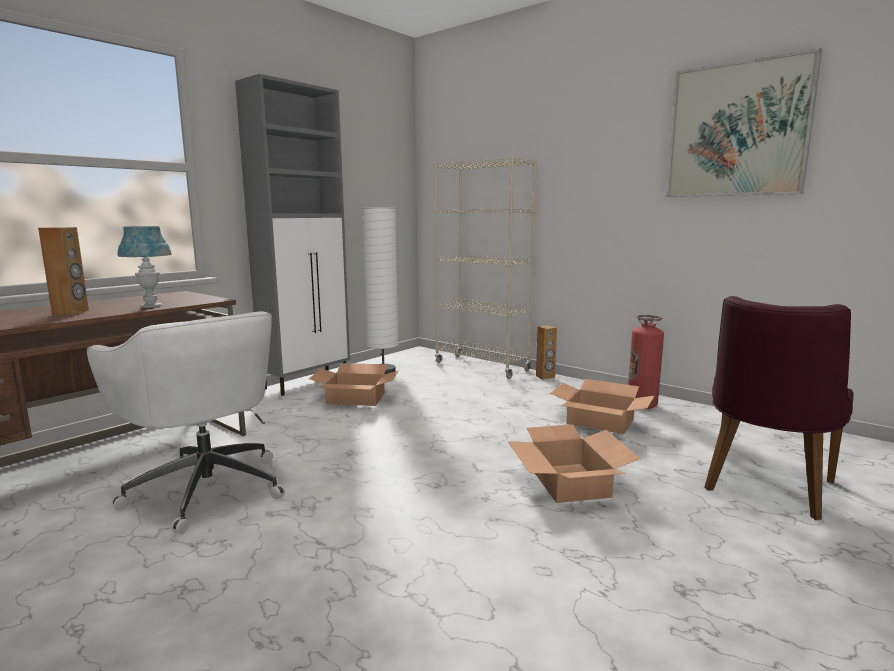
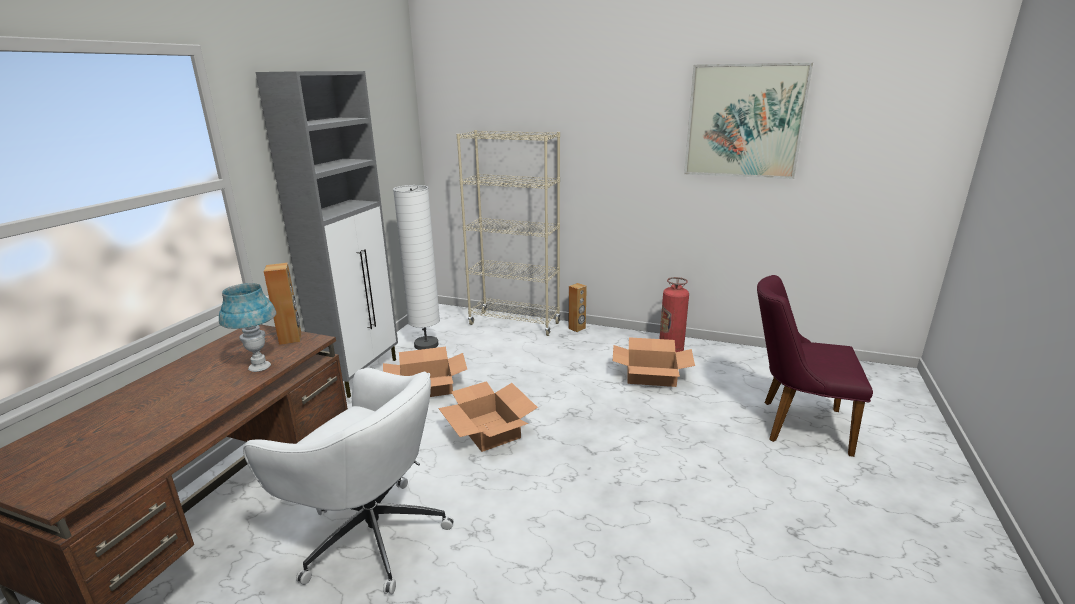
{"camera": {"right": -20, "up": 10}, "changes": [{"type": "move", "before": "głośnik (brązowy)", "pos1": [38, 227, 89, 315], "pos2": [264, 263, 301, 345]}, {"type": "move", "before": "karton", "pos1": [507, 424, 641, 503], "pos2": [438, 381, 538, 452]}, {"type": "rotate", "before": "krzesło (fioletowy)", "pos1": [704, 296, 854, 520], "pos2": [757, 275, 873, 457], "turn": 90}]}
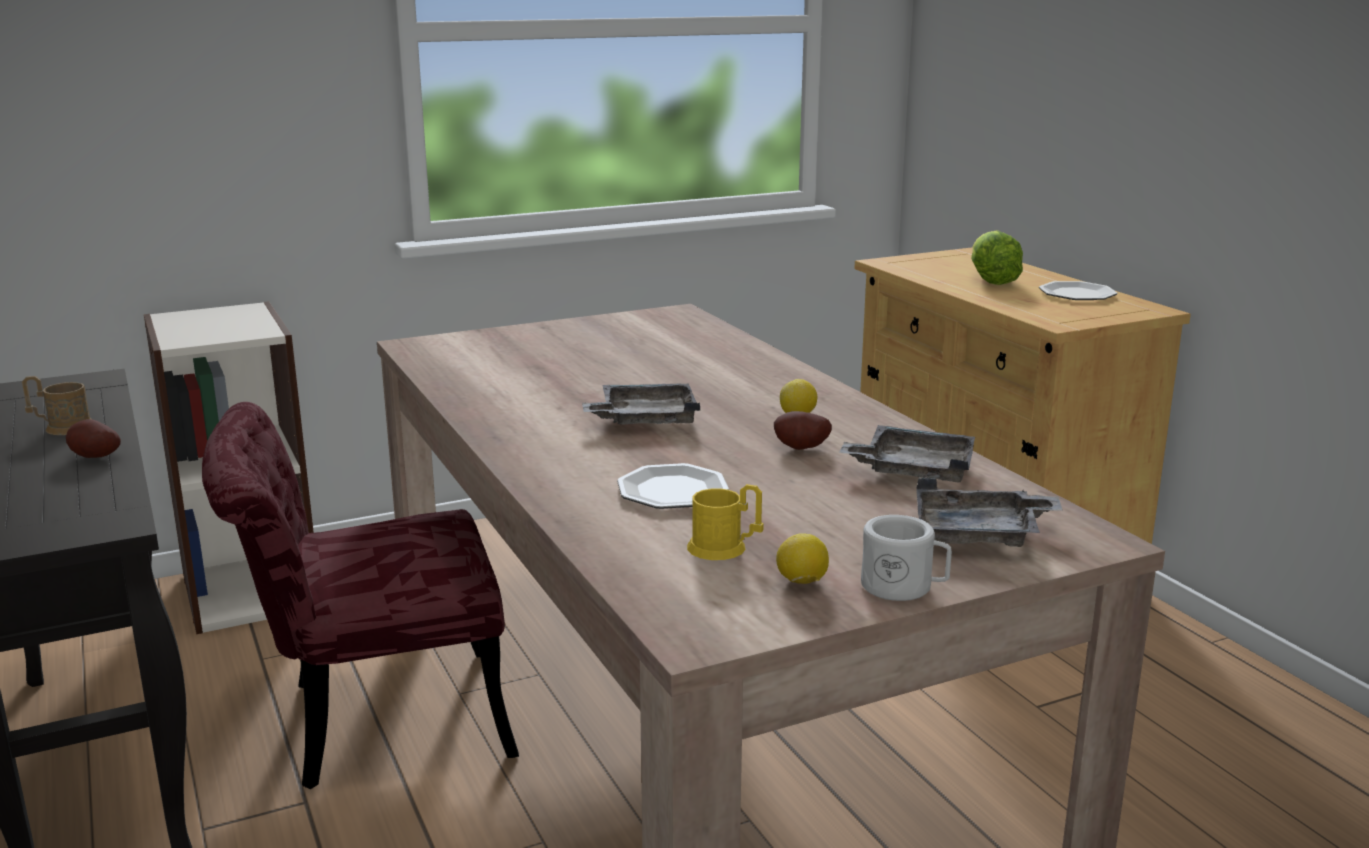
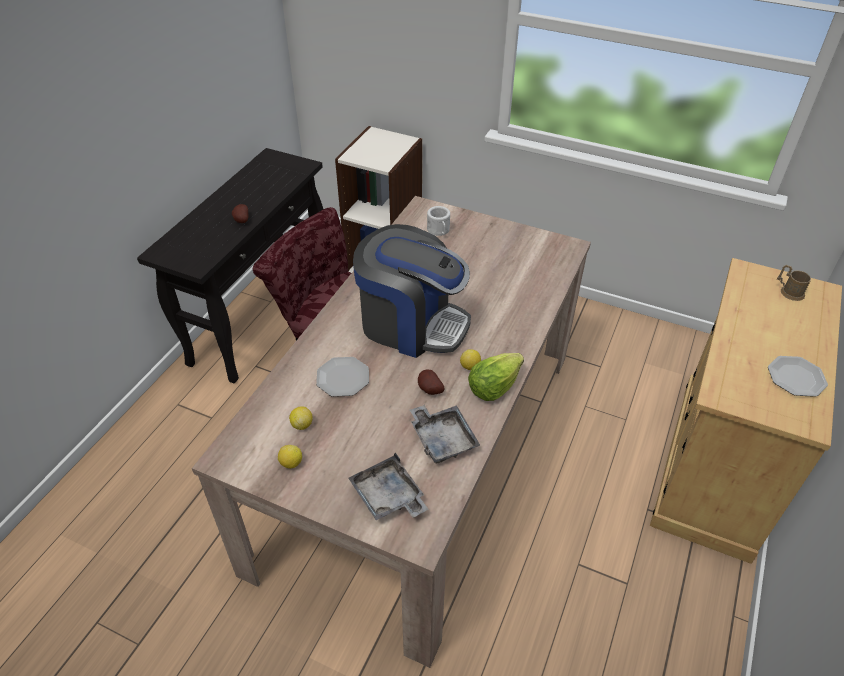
{"camera": {"right": 50, "up": 25}, "changes": [{"type": "move", "before": "kubek (brązowy)", "pos1": [22, 376, 91, 435], "pos2": [777, 265, 811, 301]}, {"type": "replace", "before": "taca (szary)", "after": "ekspres do kawy", "pos1": [582, 383, 700, 424], "pos2": [353, 224, 471, 358]}, {"type": "replace", "before": "kubek (żółty)", "after": "cytryna", "pos1": [687, 484, 764, 560], "pos2": [289, 406, 313, 430]}, {"type": "move", "before": "kubek (biały)", "pos1": [861, 515, 952, 601], "pos2": [427, 206, 450, 236]}, {"type": "move", "before": "sałata", "pos1": [971, 230, 1023, 285], "pos2": [468, 353, 524, 401]}]}
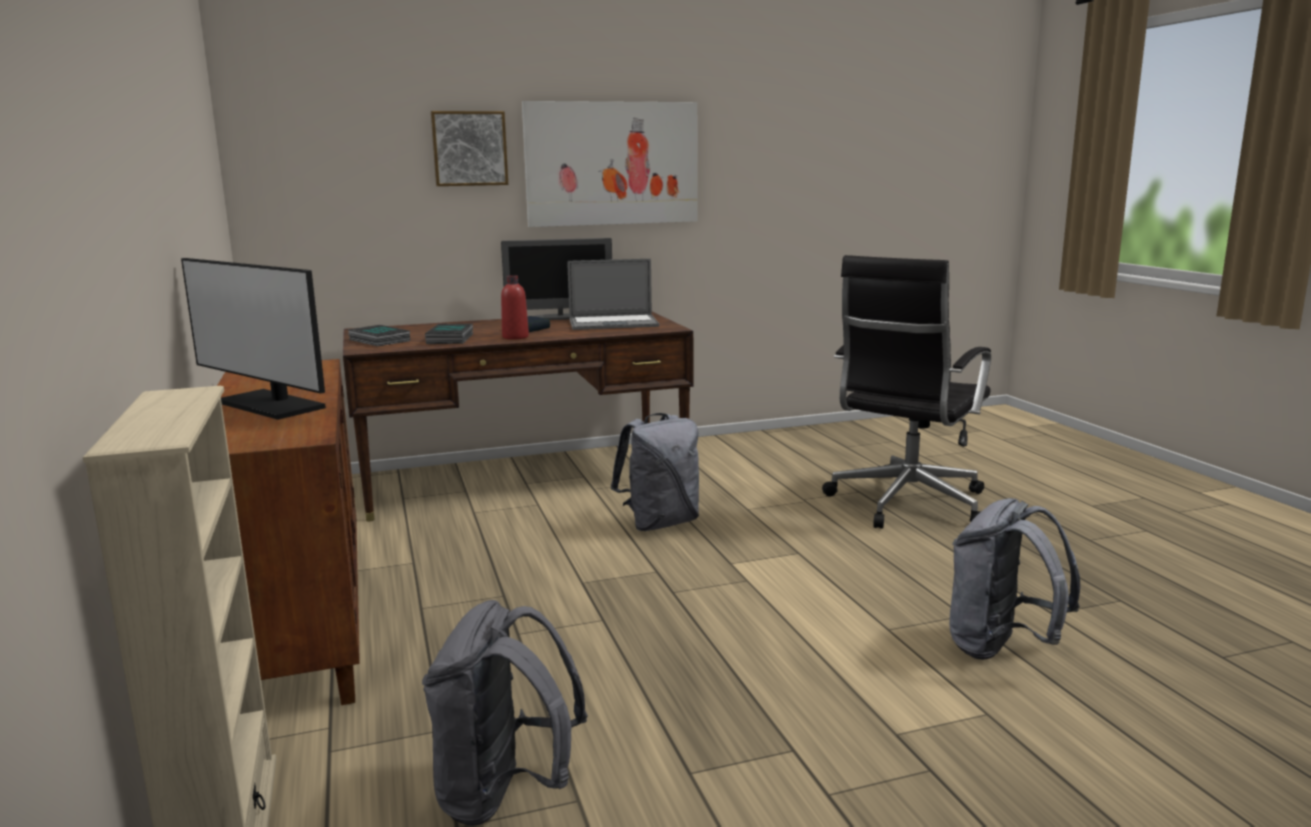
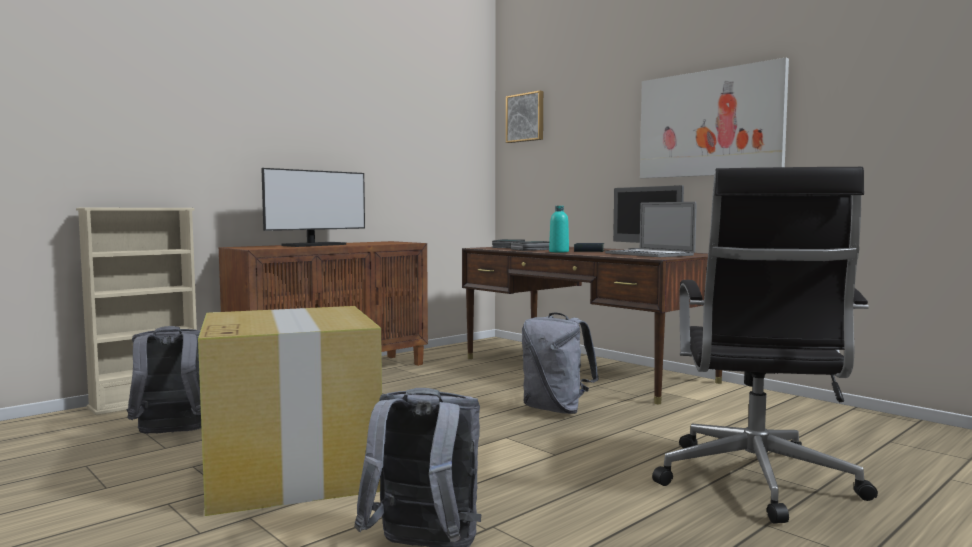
{"camera": {"right": 65, "up": -10}, "changes": [{"type": "rotate", "before": "monitor", "pos1": [181, 258, 326, 420], "pos2": [261, 168, 365, 247], "turn": -150}, {"type": "move", "before": "obraz", "pos1": [431, 111, 508, 186], "pos2": [506, 90, 543, 143]}, {"type": "recolor", "before": "butelka (czerwony)", "after": "butelka (turkusowy)", "pos1": [501, 275, 529, 340], "pos2": [549, 206, 569, 253]}, {"type": "rotate", "before": "krzesło biurowe (czarny)", "pos1": [822, 255, 991, 529], "pos2": [652, 167, 878, 524], "turn": -90}, {"type": "insert", "after": "karton", "pos2": [198, 306, 382, 516]}]}
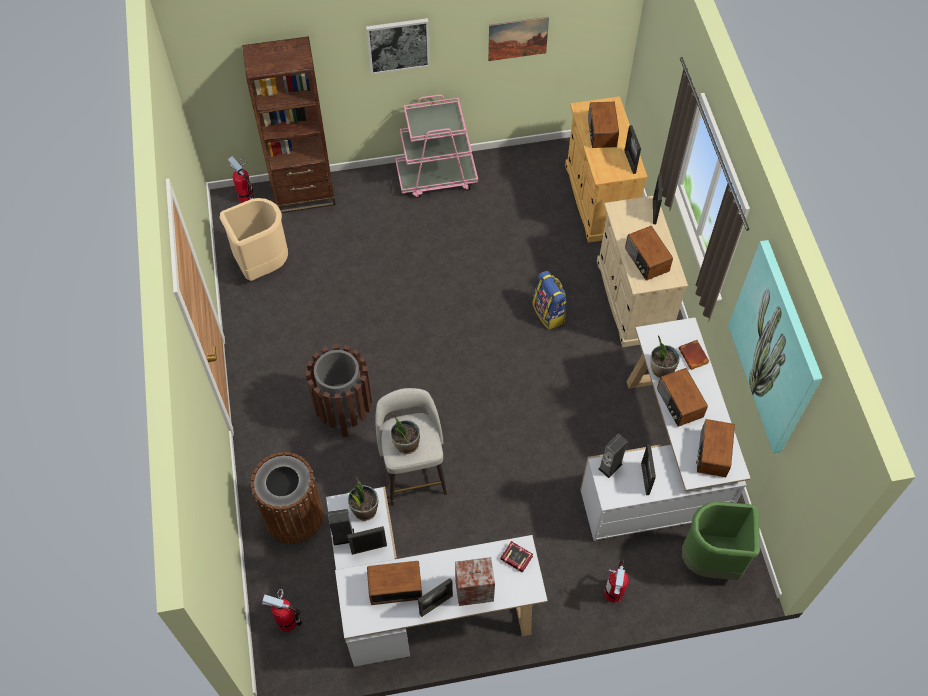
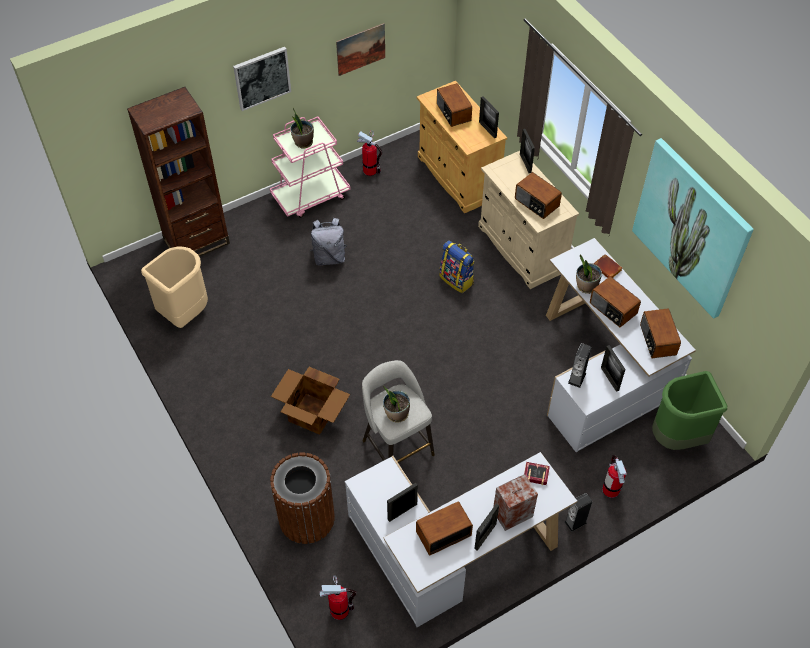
{"camera": {"right": -20, "up": -5}, "changes": [{"type": "move", "before": "gaśnica", "pos1": [228, 156, 254, 203], "pos2": [357, 130, 382, 176]}, {"type": "replace", "before": "kosz na śmieci (brązowy)", "after": "karton", "pos1": [306, 344, 372, 437], "pos2": [271, 367, 350, 435]}, {"type": "move", "before": "głośnik", "pos1": [328, 509, 354, 546], "pos2": [564, 493, 592, 532]}, {"type": "move", "before": "roślina doniczkowa", "pos1": [347, 476, 378, 521], "pos2": [290, 108, 314, 149]}, {"type": "insert", "after": "plecak (szary)", "pos2": [310, 218, 347, 266]}]}
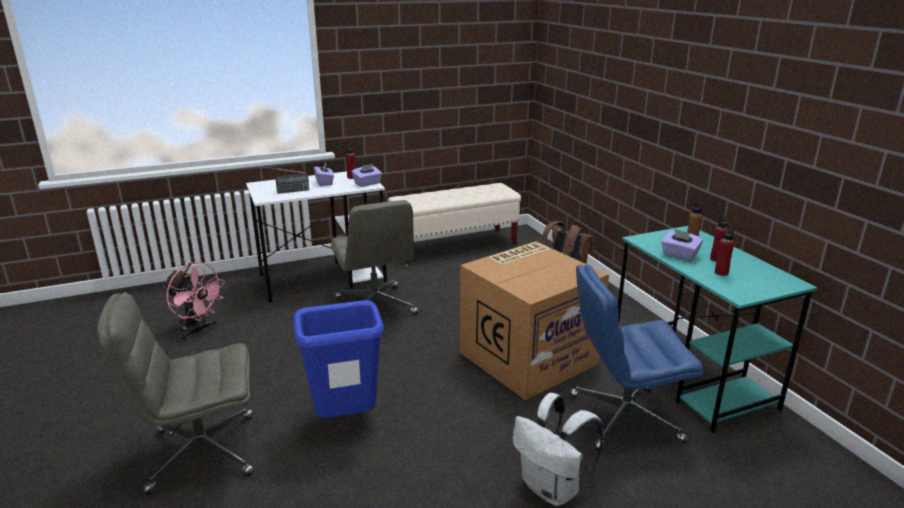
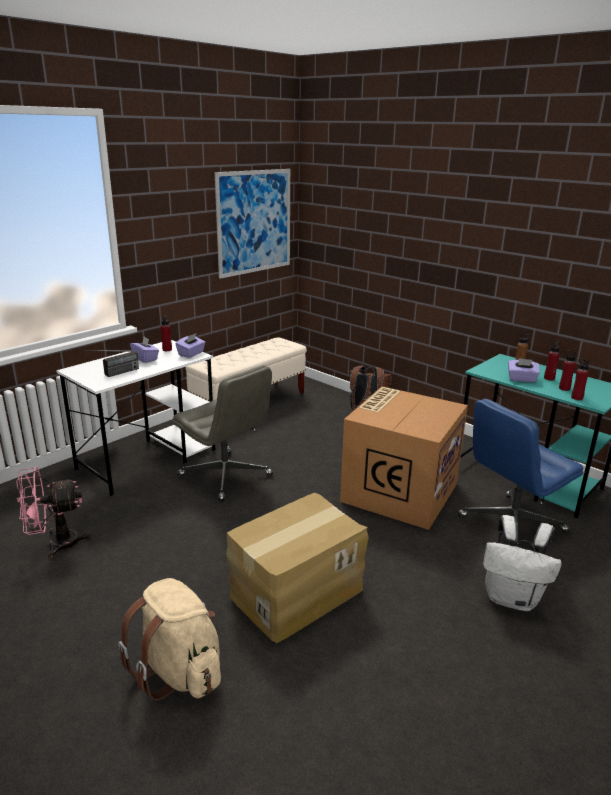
{"camera": {"right": -25, "up": 0}, "changes": [{"type": "replace", "before": "krzesło biurowe (szary)", "after": "plecak (beżowy)", "pos1": [97, 292, 254, 495], "pos2": [118, 578, 221, 701]}, {"type": "rotate", "before": "wentylator (różowy)", "pos1": [164, 262, 225, 341], "pos2": [16, 467, 91, 559], "turn": 150}, {"type": "replace", "before": "kosz na śmieci (niebieski)", "after": "karton", "pos1": [293, 300, 384, 418], "pos2": [226, 493, 369, 643]}, {"type": "insert", "after": "obraz", "pos2": [215, 169, 290, 279]}, {"type": "insert", "after": "butelka (czerwony)", "pos2": [571, 358, 589, 400]}]}
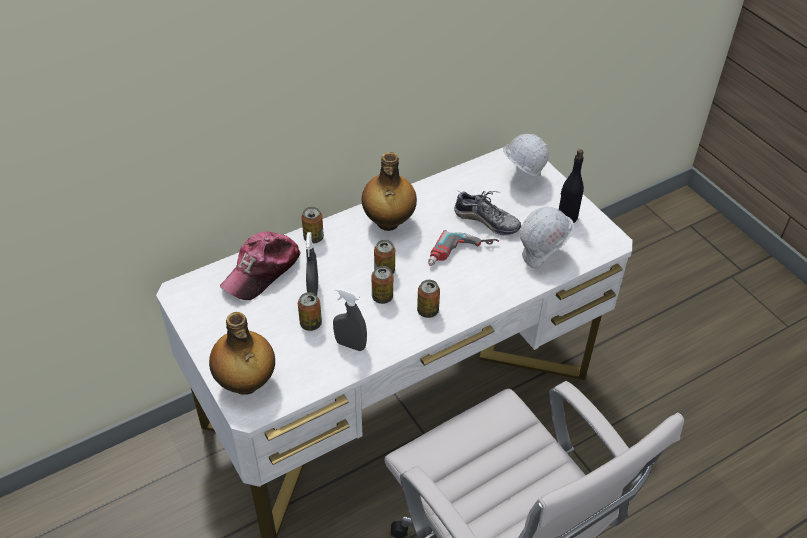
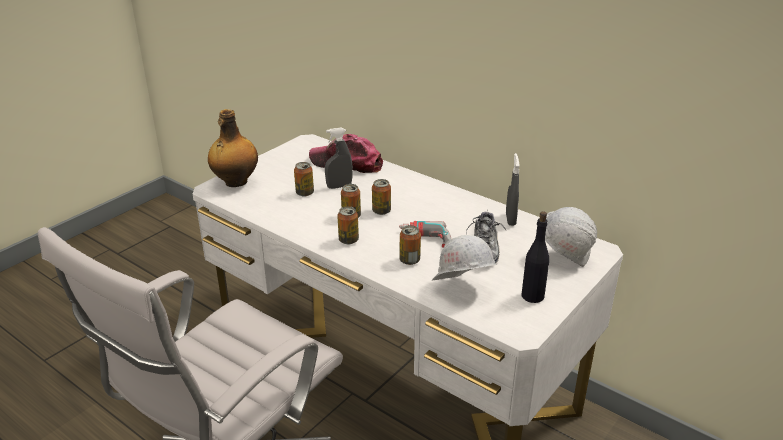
{"camera": {"right": 70, "up": -15}, "changes": [{"type": "move", "before": "puszka", "pos1": [302, 207, 324, 244], "pos2": [399, 225, 421, 265]}, {"type": "move", "before": "spryskiwacz (szary)", "pos1": [333, 287, 367, 351], "pos2": [506, 153, 520, 226]}, {"type": "delete", "before": "butelka", "pos1": [362, 152, 417, 231]}]}
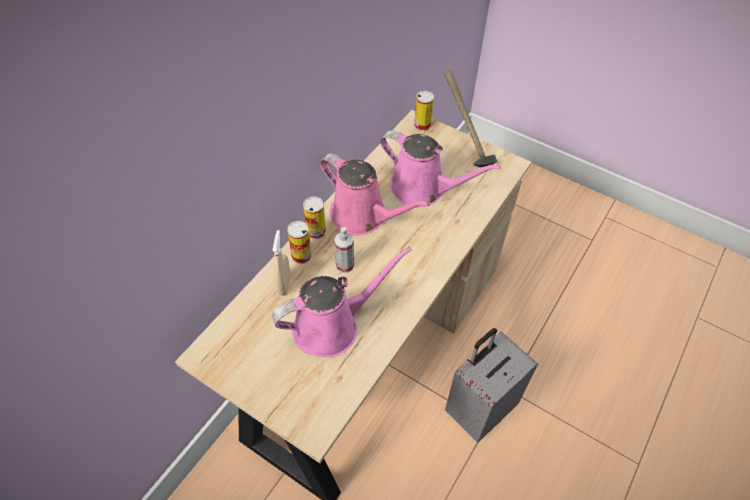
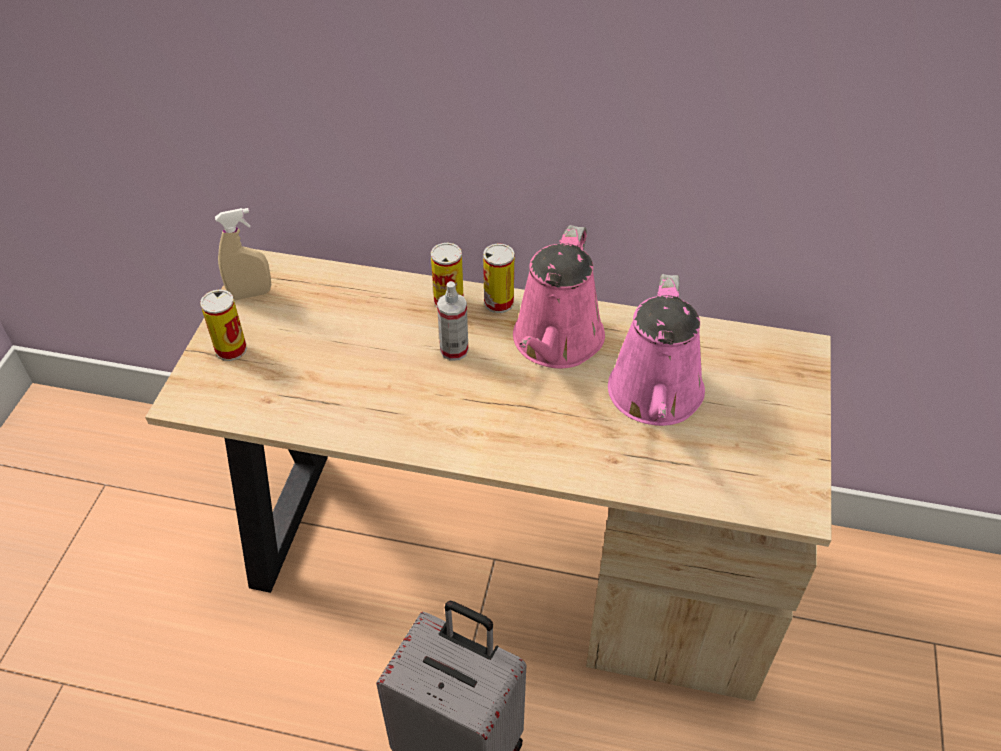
{"camera": {"right": 70, "up": -5}, "changes": [{"type": "delete", "before": "konewka (różowy)", "pos1": [272, 246, 412, 357]}, {"type": "move", "before": "spryskiwacz (beżowy)", "pos1": [273, 230, 290, 296], "pos2": [215, 208, 271, 300]}, {"type": "move", "before": "puszka", "pos1": [414, 91, 434, 131], "pos2": [200, 290, 247, 361]}, {"type": "delete", "before": "młotek", "pos1": [444, 70, 498, 167]}]}
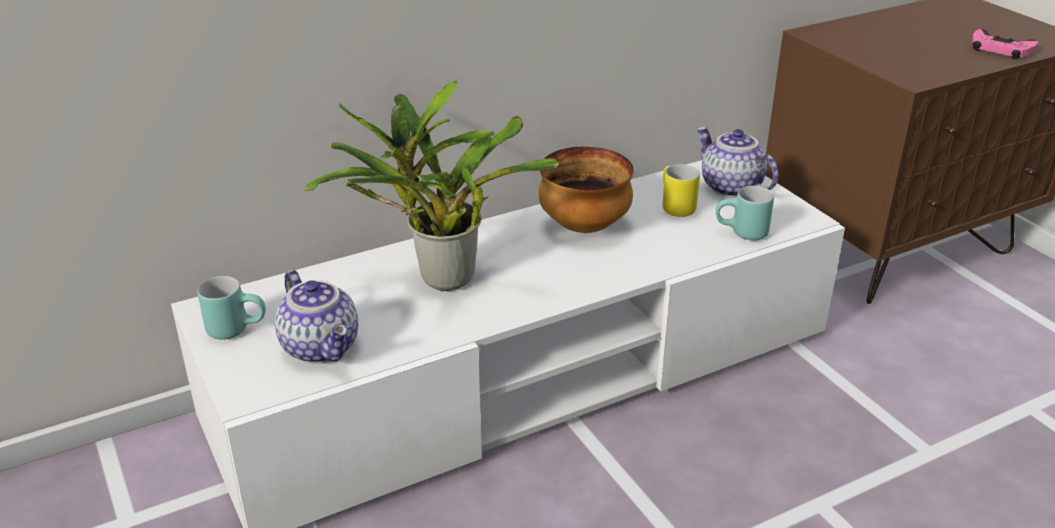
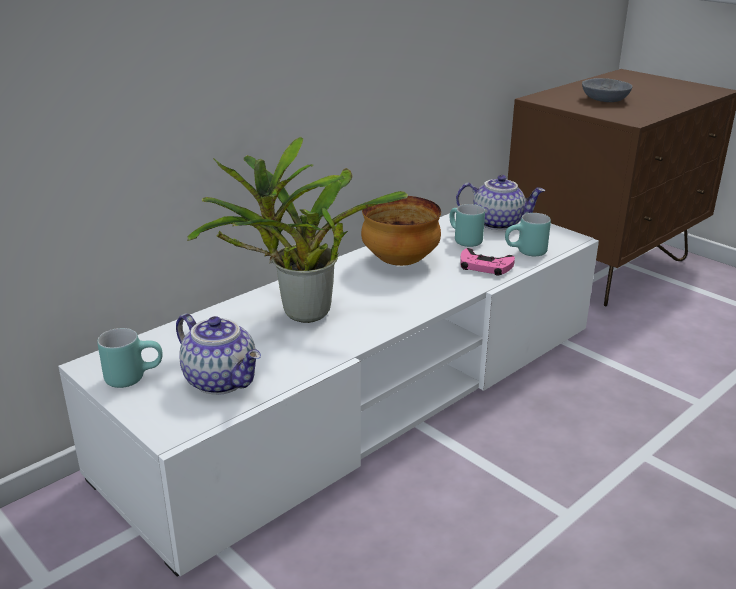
{"camera": {"right": -15, "up": -5}, "changes": [{"type": "recolor", "before": "kubek (żółty)", "after": "kubek (turkusowy)", "pos1": [663, 164, 700, 217], "pos2": [450, 204, 485, 247]}, {"type": "rotate", "before": "imbryk", "pos1": [696, 127, 778, 197], "pos2": [456, 175, 545, 230], "turn": 150}, {"type": "move", "before": "pad do gier (różowy)", "pos1": [972, 29, 1038, 59], "pos2": [460, 248, 515, 276]}, {"type": "insert", "after": "miska (szary)", "pos2": [582, 78, 632, 102]}]}
